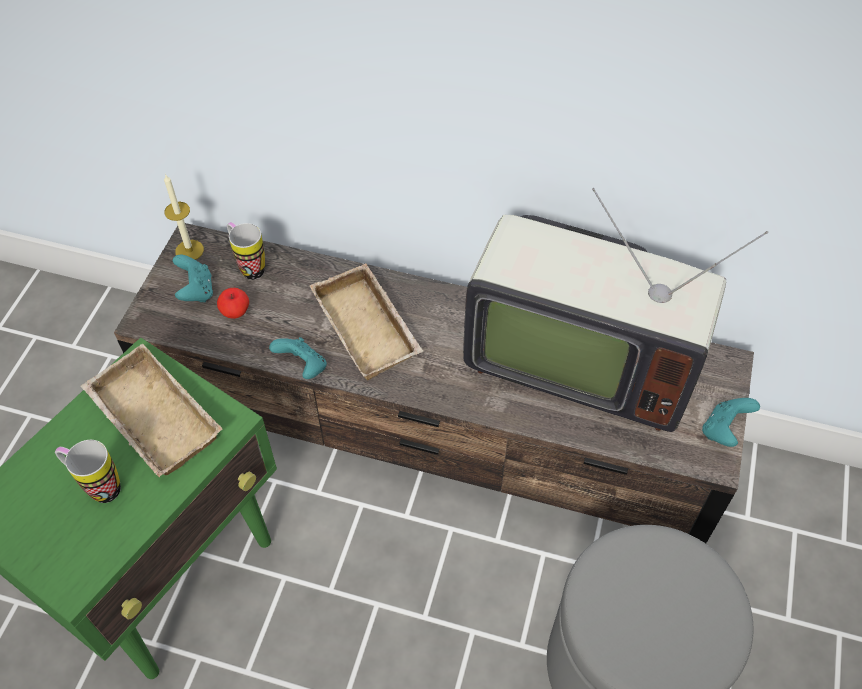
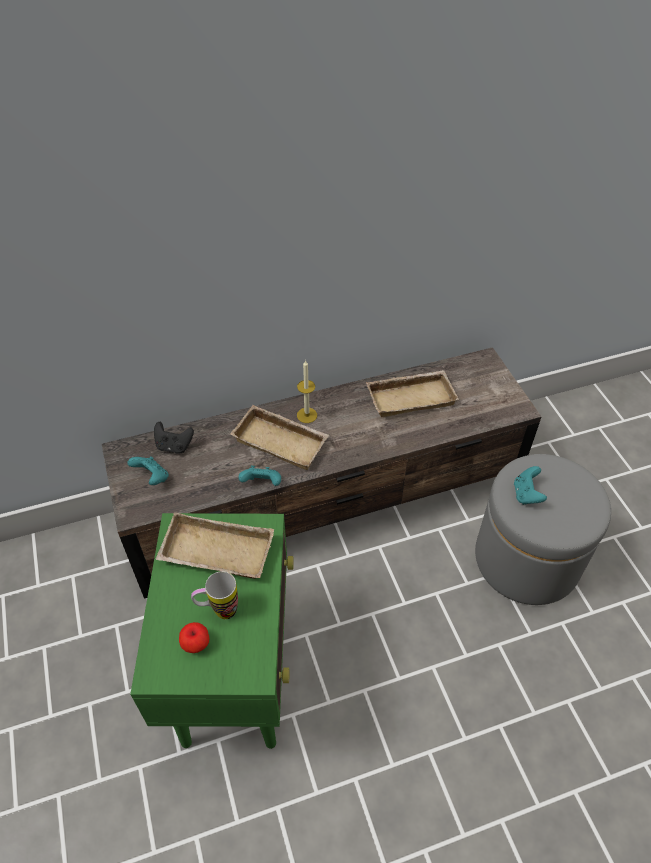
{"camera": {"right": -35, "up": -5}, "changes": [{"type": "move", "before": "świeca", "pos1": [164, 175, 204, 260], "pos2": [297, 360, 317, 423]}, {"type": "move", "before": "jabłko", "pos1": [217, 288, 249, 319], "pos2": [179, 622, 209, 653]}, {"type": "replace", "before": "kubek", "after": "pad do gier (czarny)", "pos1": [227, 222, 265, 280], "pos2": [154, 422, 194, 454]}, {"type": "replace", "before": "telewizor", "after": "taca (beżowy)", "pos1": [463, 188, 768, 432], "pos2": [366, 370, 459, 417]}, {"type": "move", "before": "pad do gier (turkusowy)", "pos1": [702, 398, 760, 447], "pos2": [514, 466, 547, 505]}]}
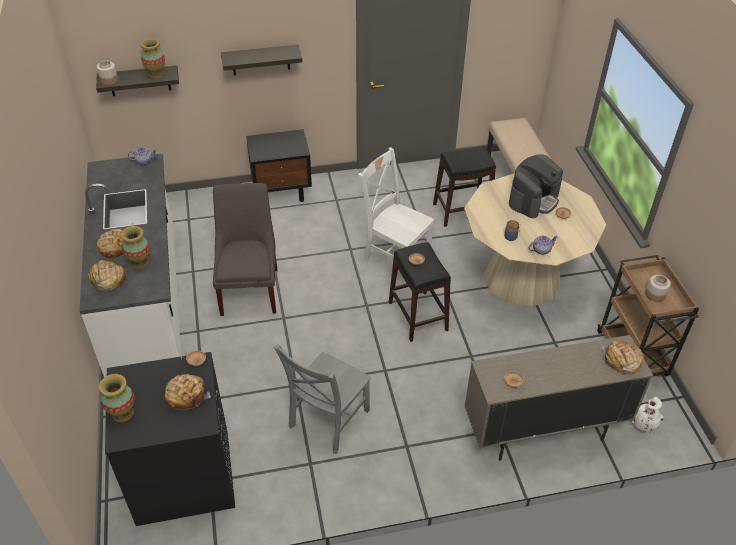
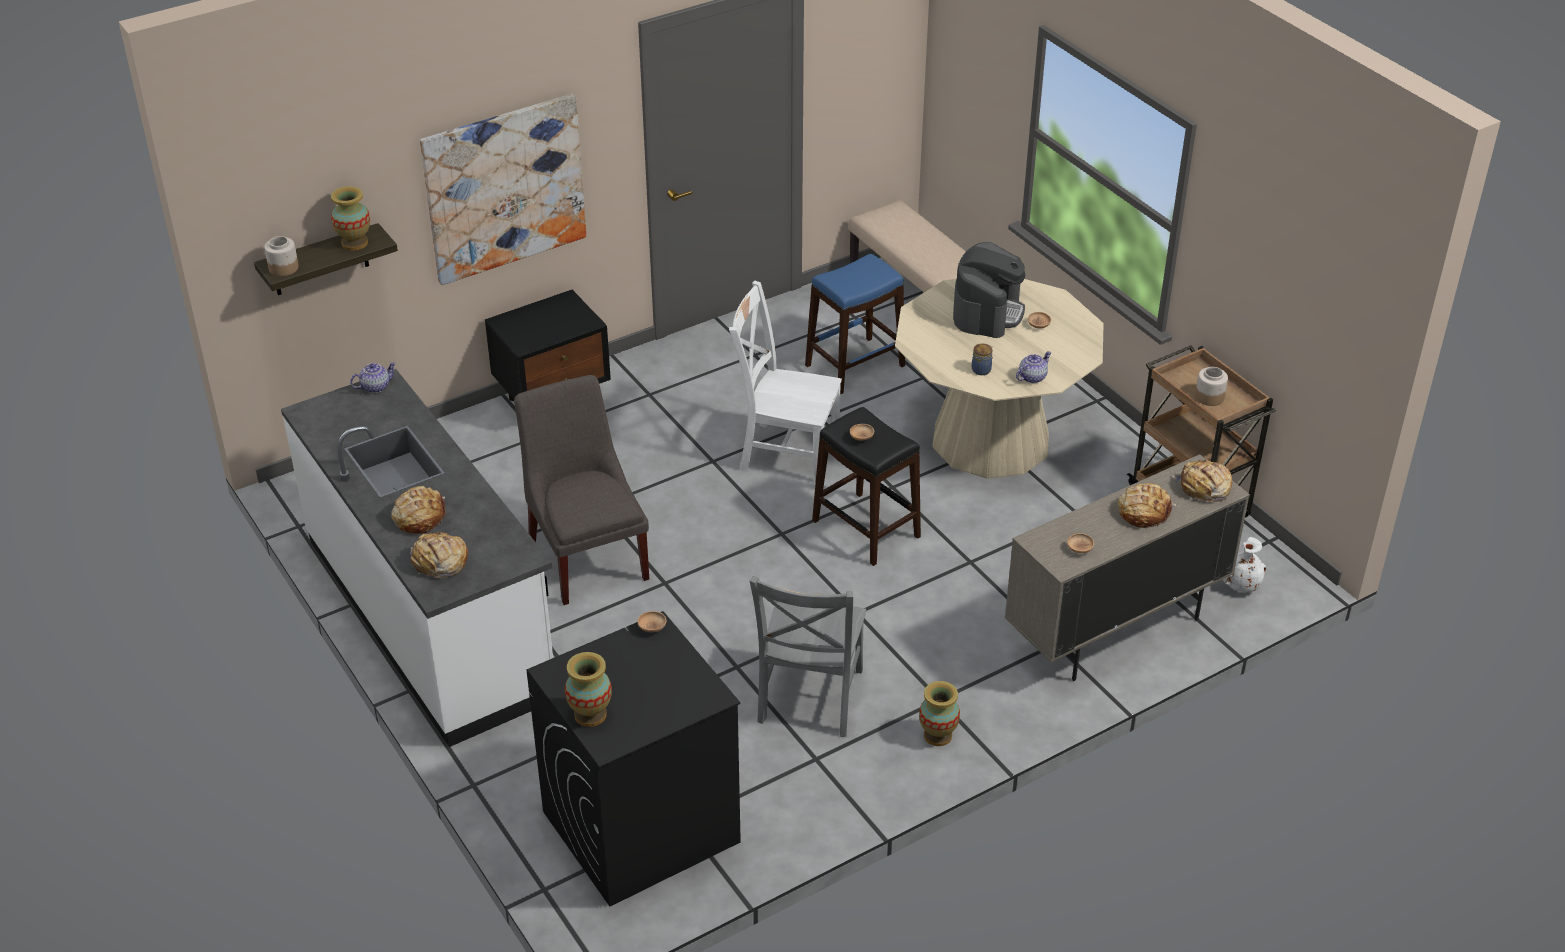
{"camera": {"right": -20, "up": -5}, "changes": [{"type": "move", "before": "wazon", "pos1": [121, 226, 150, 269], "pos2": [919, 681, 960, 746]}, {"type": "move", "before": "chleb", "pos1": [165, 374, 211, 411], "pos2": [1118, 483, 1176, 528]}, {"type": "replace", "before": "półka", "after": "obraz", "pos1": [221, 45, 302, 75], "pos2": [420, 94, 587, 285]}, {"type": "recolor", "before": "stołek (czarny)", "after": "stołek (niebieski)", "pos1": [433, 146, 496, 227], "pos2": [805, 254, 905, 394]}]}
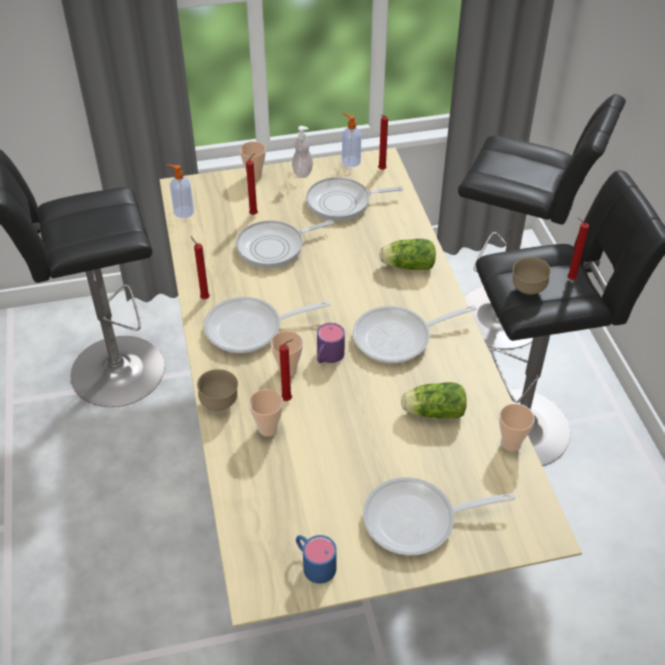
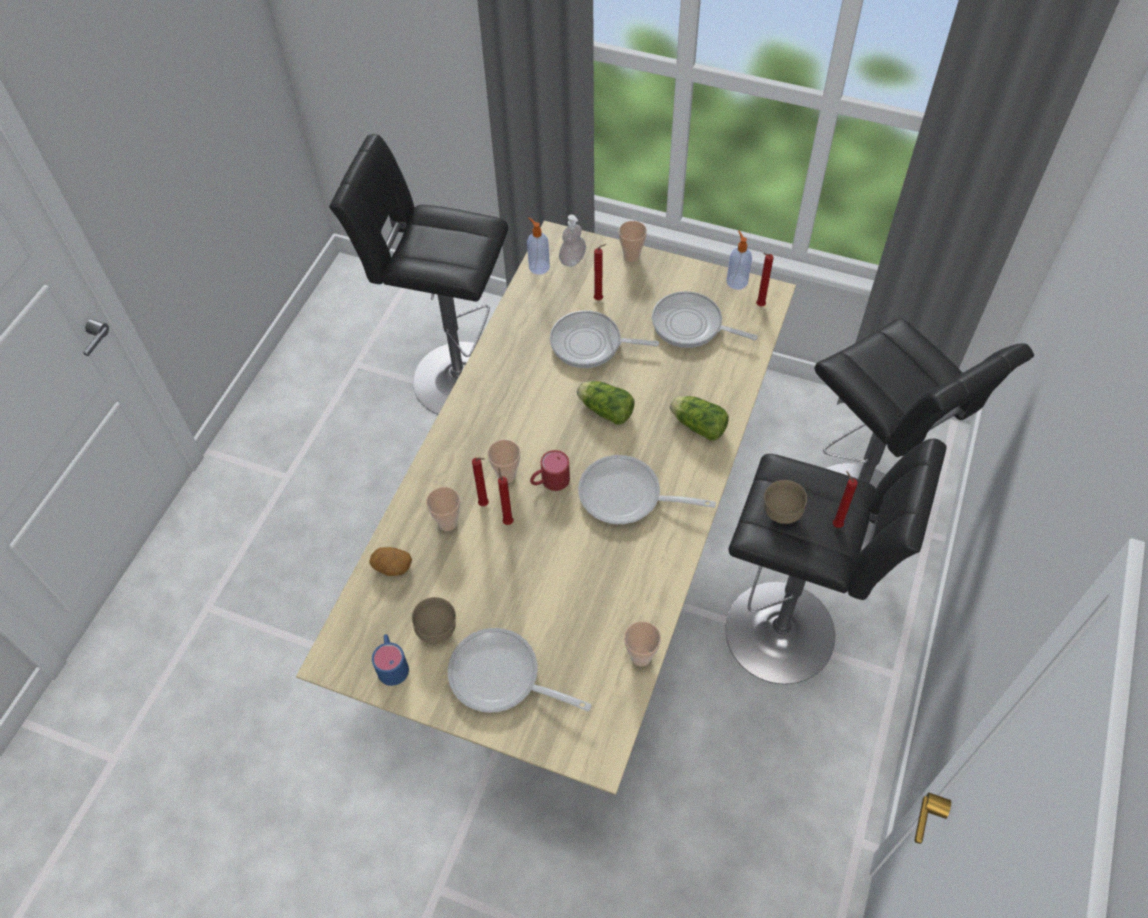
{"camera": {"right": 35, "up": 10}, "changes": [{"type": "move", "before": "świeca (czerwony)", "pos1": [191, 237, 210, 299], "pos2": [498, 468, 513, 525]}, {"type": "move", "before": "miska (brązowy)", "pos1": [197, 369, 238, 410], "pos2": [412, 597, 456, 644]}, {"type": "delete", "before": "patelnia", "pos1": [204, 297, 331, 353]}, {"type": "move", "before": "dozownik mydła", "pos1": [292, 126, 313, 178], "pos2": [559, 215, 586, 267]}, {"type": "recolor", "before": "kubek (fioletowy)", "after": "kubek (czerwony)", "pos1": [317, 323, 345, 363], "pos2": [530, 450, 570, 491]}, {"type": "move", "before": "sałata", "pos1": [401, 382, 467, 419], "pos2": [577, 381, 635, 425]}, {"type": "insert", "after": "ziemniak", "pos2": [369, 547, 412, 576]}]}
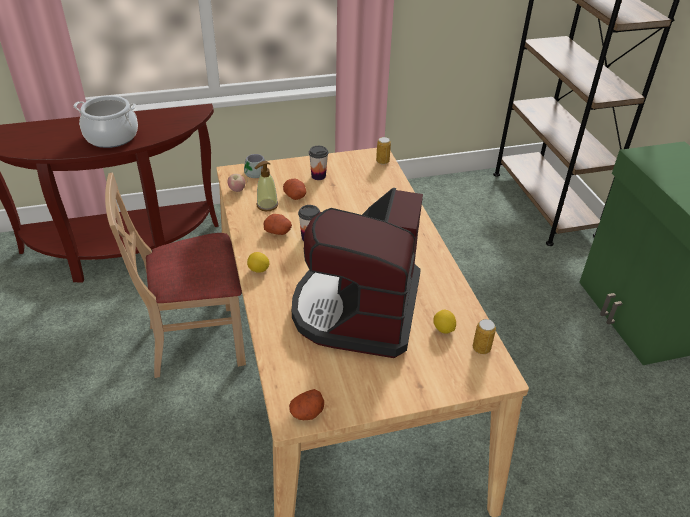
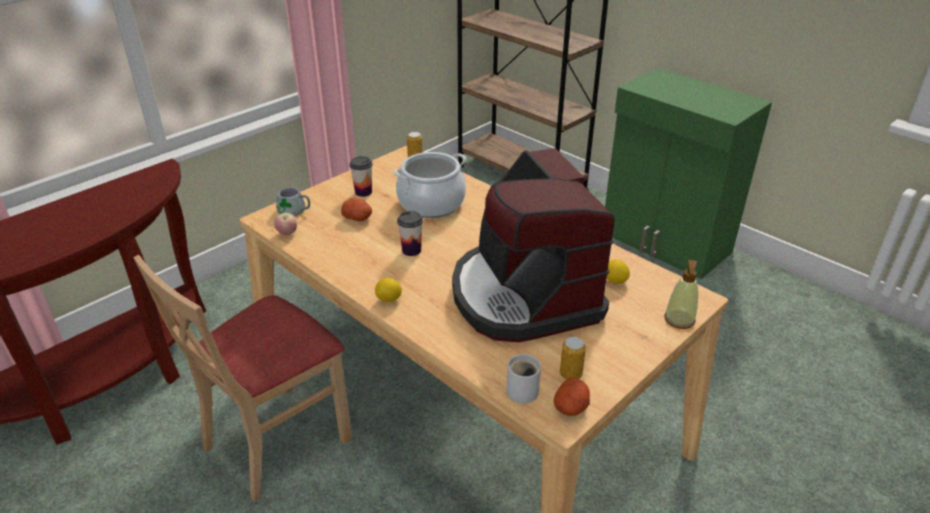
{"camera": {"right": -30, "up": -5}, "changes": [{"type": "move", "before": "garnek", "pos1": [74, 95, 138, 148], "pos2": [393, 152, 466, 218]}, {"type": "move", "before": "dozownik mydła", "pos1": [255, 161, 278, 211], "pos2": [664, 259, 698, 329]}, {"type": "delete", "before": "ziemniak", "pos1": [263, 214, 292, 235]}, {"type": "move", "before": "puszka", "pos1": [473, 319, 496, 354], "pos2": [560, 336, 586, 379]}, {"type": "insert", "after": "kubek (biały)", "pos2": [506, 354, 541, 404]}]}
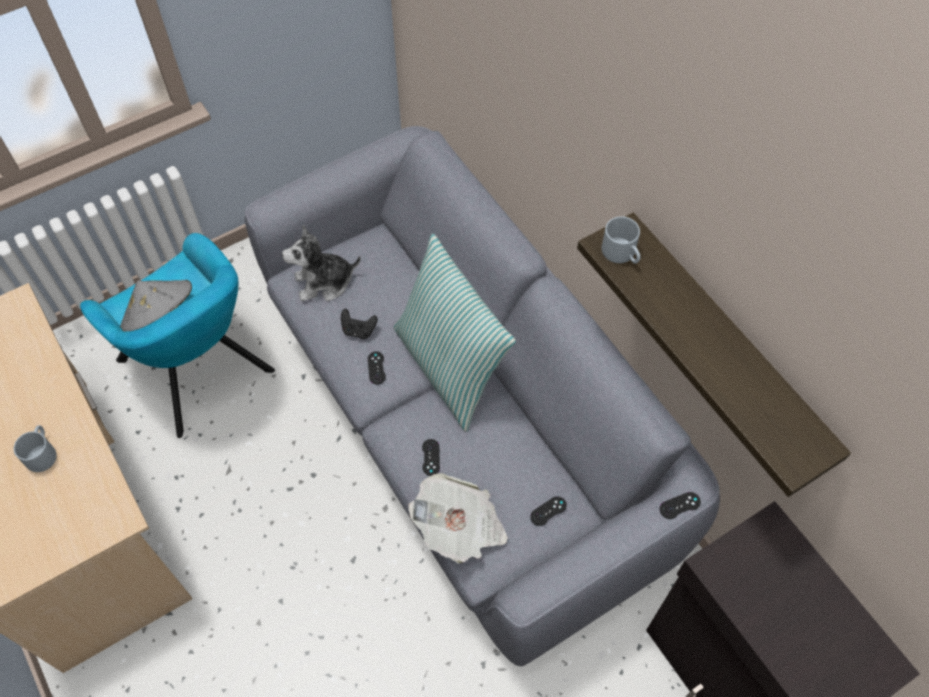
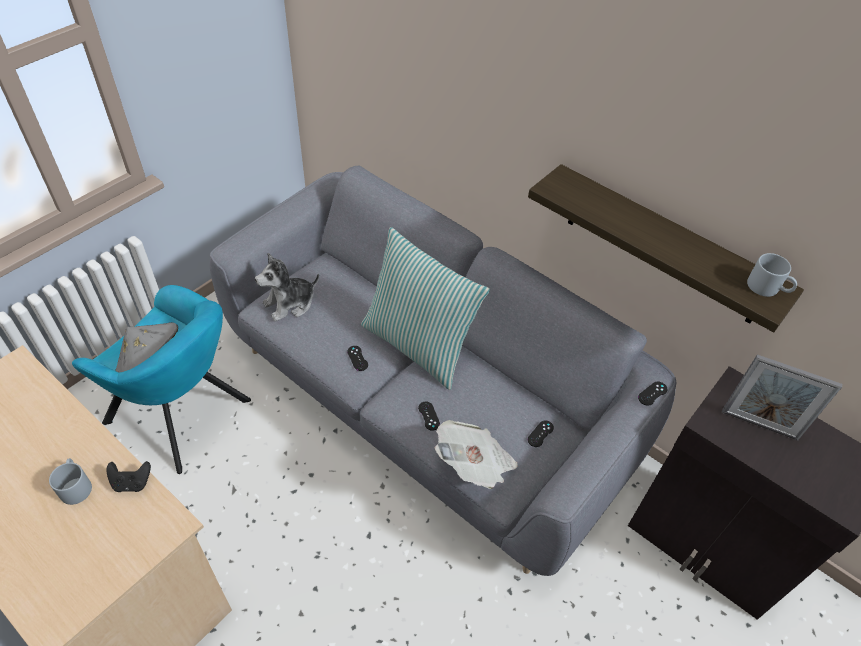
{"camera": {"right": -20, "up": -10}, "changes": [{"type": "move", "before": "pad do gier (czarny)", "pos1": [341, 309, 377, 339], "pos2": [106, 461, 151, 492]}, {"type": "move", "before": "kubek (szary)", "pos1": [602, 216, 640, 264], "pos2": [747, 253, 797, 297]}, {"type": "insert", "after": "ramka na zdjęcie", "pos2": [722, 354, 842, 441]}]}
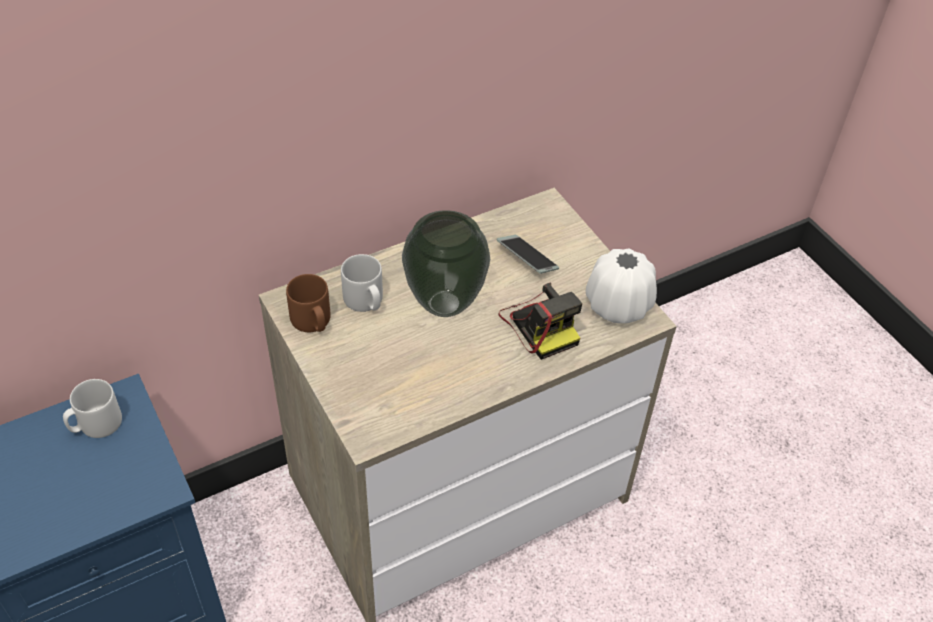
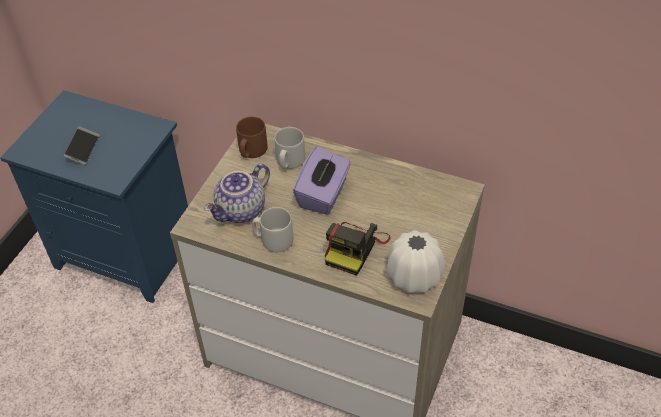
{"camera": {"right": 55, "up": 0}, "changes": [{"type": "move", "before": "kubek (szary)", "pos1": [63, 379, 122, 438], "pos2": [252, 207, 293, 252]}, {"type": "replace", "before": "wazon", "after": "pudełko chusteczek (fioletowy)", "pos1": [402, 210, 490, 317], "pos2": [293, 147, 351, 215]}, {"type": "move", "before": "telefon", "pos1": [496, 235, 559, 274], "pos2": [64, 126, 100, 165]}, {"type": "insert", "after": "imbryk", "pos2": [204, 164, 270, 223]}]}
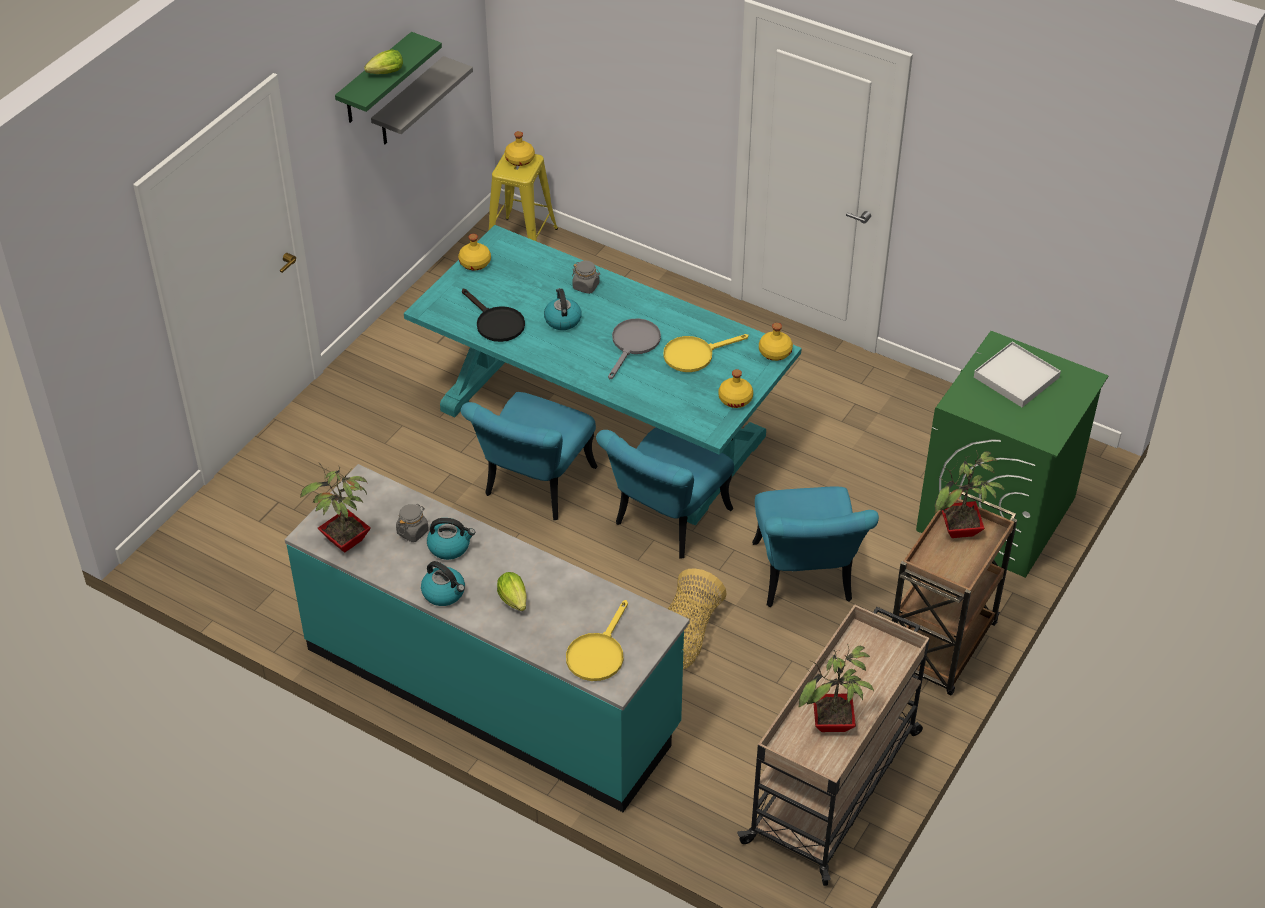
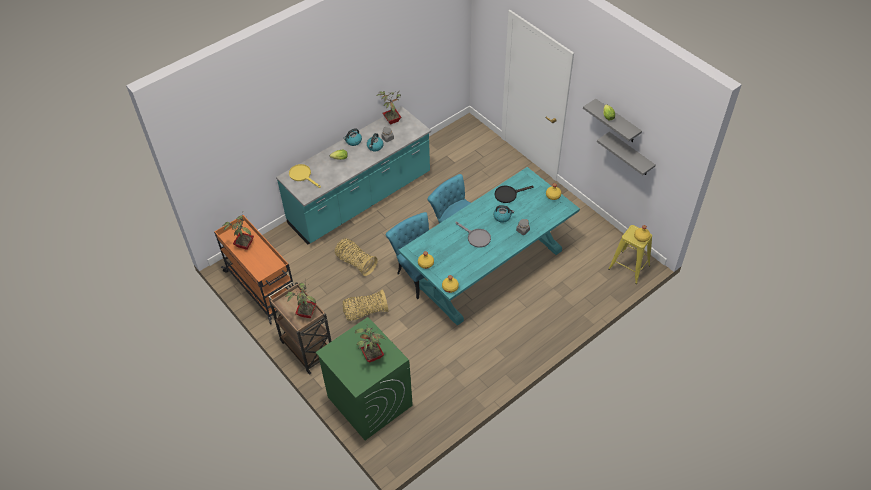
{"camera": {"right": 110, "up": 5}, "changes": [{"type": "recolor", "before": "półka (zielony)", "after": "półka (szary)", "pos1": [335, 32, 442, 123], "pos2": [583, 99, 642, 142]}, {"type": "delete", "before": "patelnia (żółty)", "pos1": [663, 334, 749, 372]}, {"type": "recolor", "before": "wózek (beżowy)", "after": "wózek (pomarańczowy)", "pos1": [737, 604, 930, 886], "pos2": [214, 215, 294, 324]}, {"type": "replace", "before": "krzesło (turkusowy)", "after": "koszyk", "pos1": [752, 486, 879, 607], "pos2": [343, 289, 388, 321]}, {"type": "replace", "before": "taca (biały)", "after": "roślina doniczkowa", "pos1": [974, 342, 1061, 407], "pos2": [355, 325, 385, 362]}]}
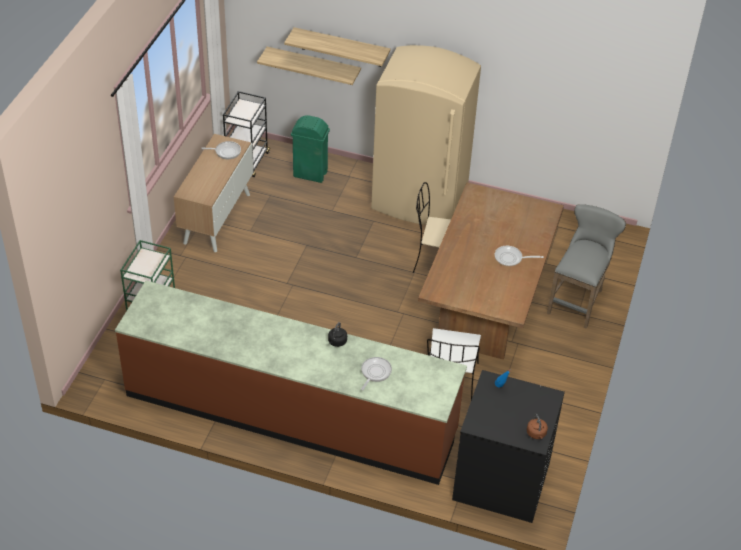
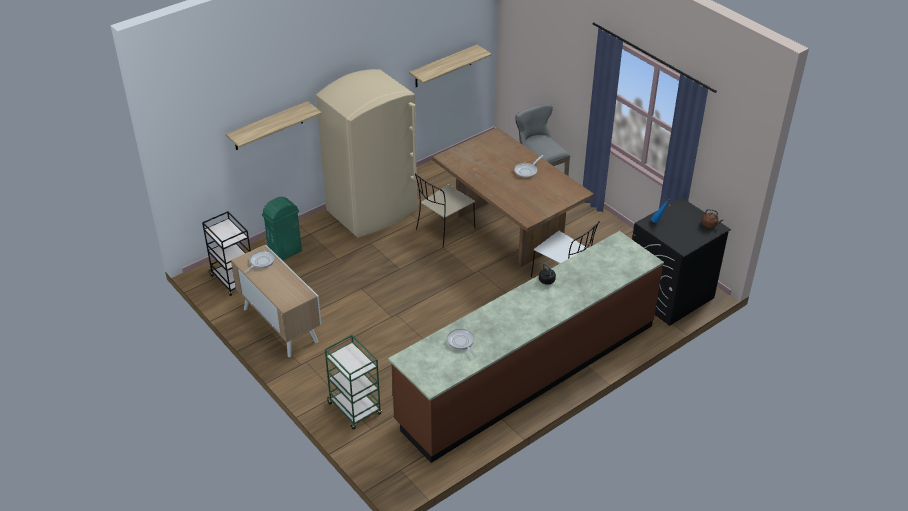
{"camera": {"right": -55, "up": -5}, "changes": [{"type": "move", "before": "półka", "pos1": [257, 47, 361, 85], "pos2": [409, 45, 492, 87]}, {"type": "move", "before": "patelnia", "pos1": [361, 357, 392, 390], "pos2": [447, 329, 476, 357]}]}
